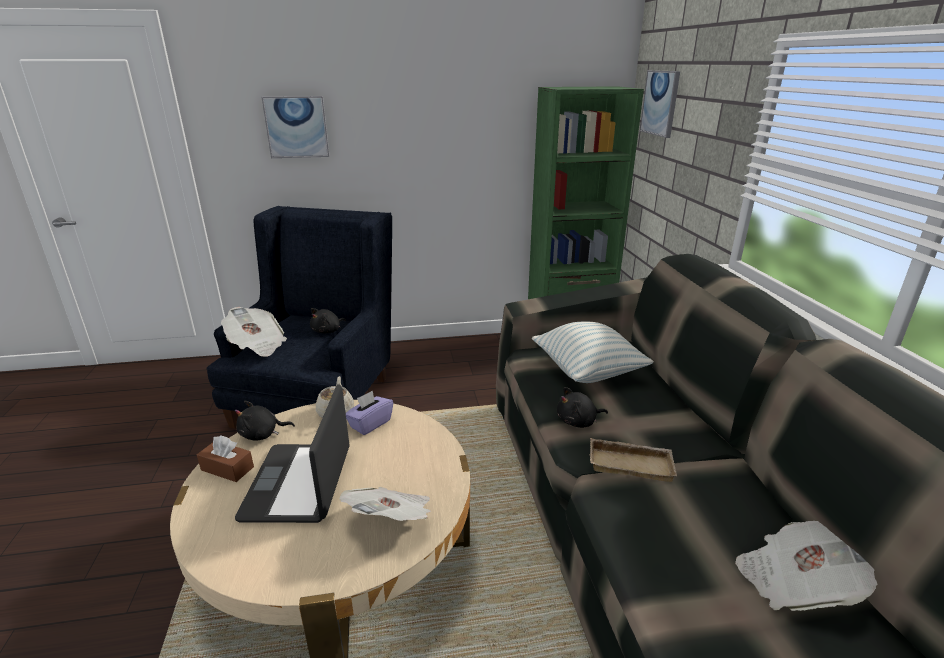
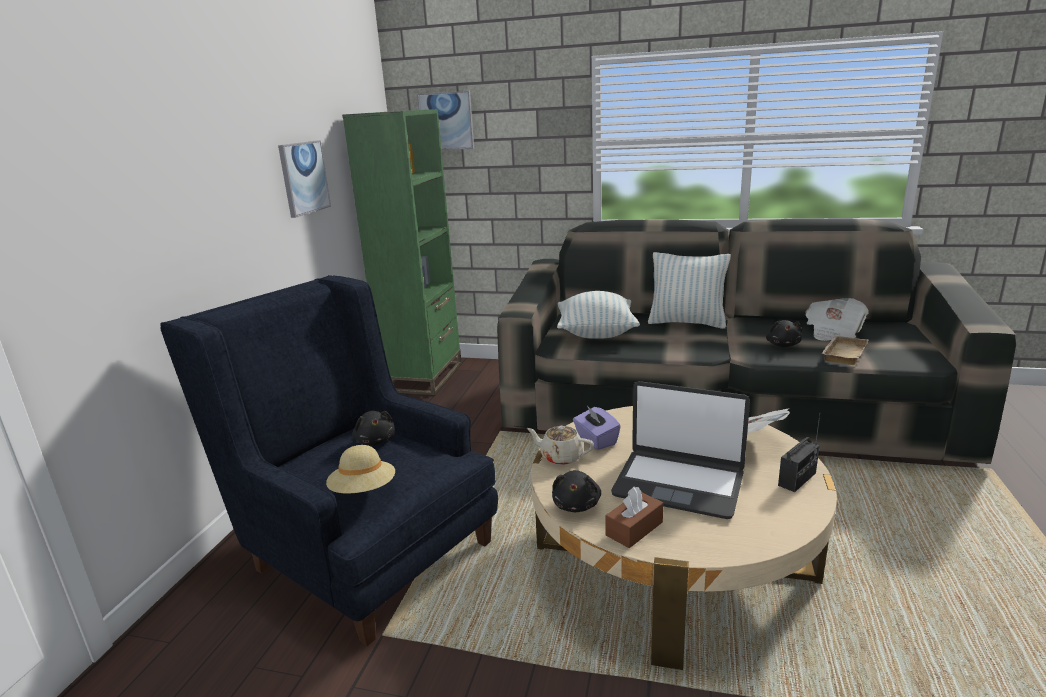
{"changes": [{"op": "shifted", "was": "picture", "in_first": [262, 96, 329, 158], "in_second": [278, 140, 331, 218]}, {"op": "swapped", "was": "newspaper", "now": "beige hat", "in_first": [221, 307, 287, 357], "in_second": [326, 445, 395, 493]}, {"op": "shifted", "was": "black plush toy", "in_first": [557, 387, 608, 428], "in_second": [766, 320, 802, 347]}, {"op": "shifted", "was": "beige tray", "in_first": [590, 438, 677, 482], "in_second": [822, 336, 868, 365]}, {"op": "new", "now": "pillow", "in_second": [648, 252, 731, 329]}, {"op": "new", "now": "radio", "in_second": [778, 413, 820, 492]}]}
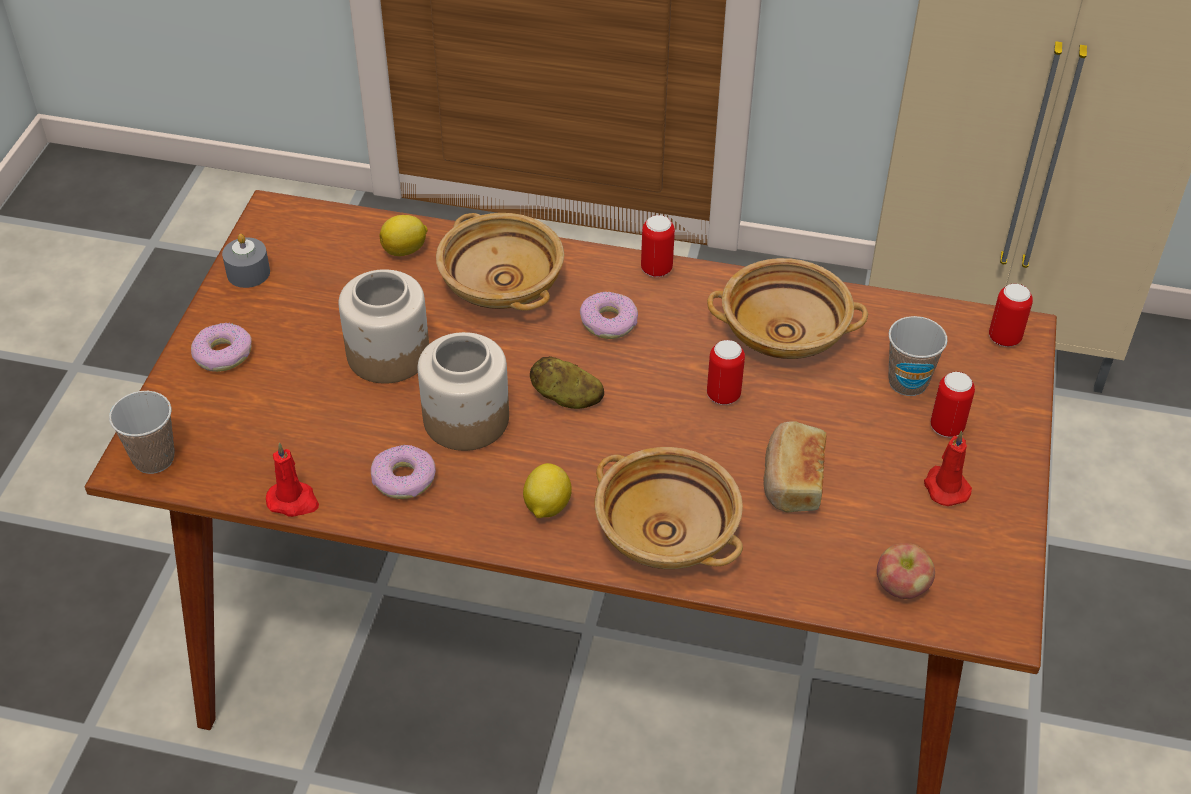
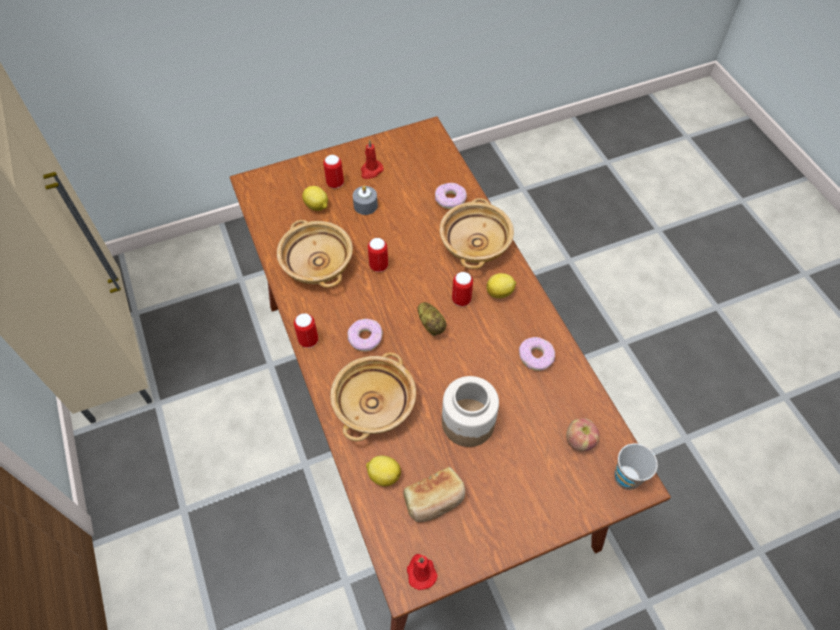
{"changes": [{"op": "shifted", "was": "grey candle", "in_first": [222, 234, 270, 288], "in_second": [353, 186, 378, 215]}, {"op": "shifted", "was": "can", "in_first": [989, 284, 1033, 347], "in_second": [452, 272, 473, 306]}, {"op": "swapped", "was": "cup", "now": "lemon", "in_first": [888, 316, 948, 396], "in_second": [302, 186, 328, 211]}, {"op": "shifted", "was": "donut", "in_first": [191, 323, 252, 372], "in_second": [435, 183, 467, 209]}, {"op": "gone", "was": "jar", "in_first": [418, 332, 509, 451]}, {"op": "shifted", "was": "bread", "in_first": [763, 421, 826, 512], "in_second": [403, 467, 465, 522]}, {"op": "shifted", "was": "red candle", "in_first": [266, 443, 319, 517], "in_second": [407, 554, 438, 590]}, {"op": "shifted", "was": "apple", "in_first": [877, 543, 935, 599], "in_second": [566, 418, 600, 452]}]}
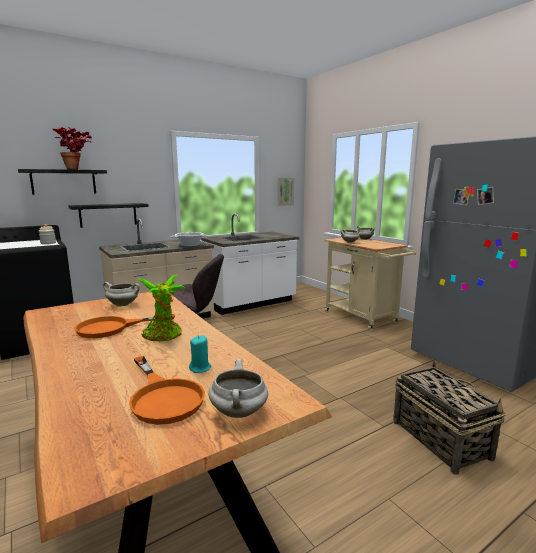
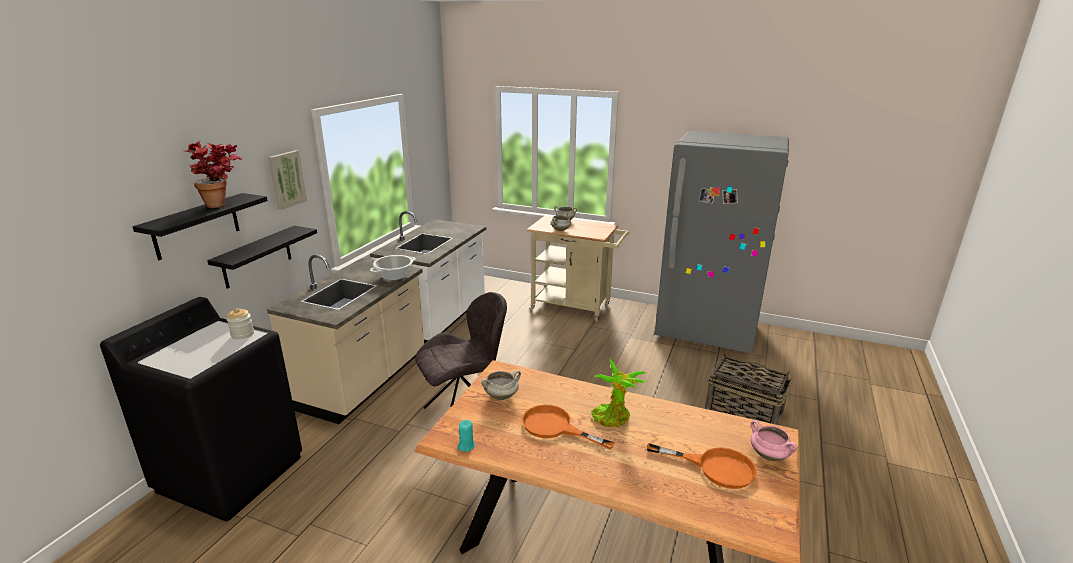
{"changes": [{"op": "shifted", "was": "picture", "in_first": [278, 178, 294, 206], "in_second": [268, 150, 307, 210]}, {"op": "rotated", "was": "orange frying pan", "in_first": [74, 314, 175, 338], "in_second": [522, 405, 615, 449], "clockwise": 90}, {"op": "shifted", "was": "turquoise candle", "in_first": [189, 335, 211, 373], "in_second": [458, 420, 475, 452]}, {"op": "repainted", "was": "white cooking pot", "now": "pink cooking pot", "in_first": [209, 359, 268, 418], "in_second": [751, 420, 797, 461]}]}
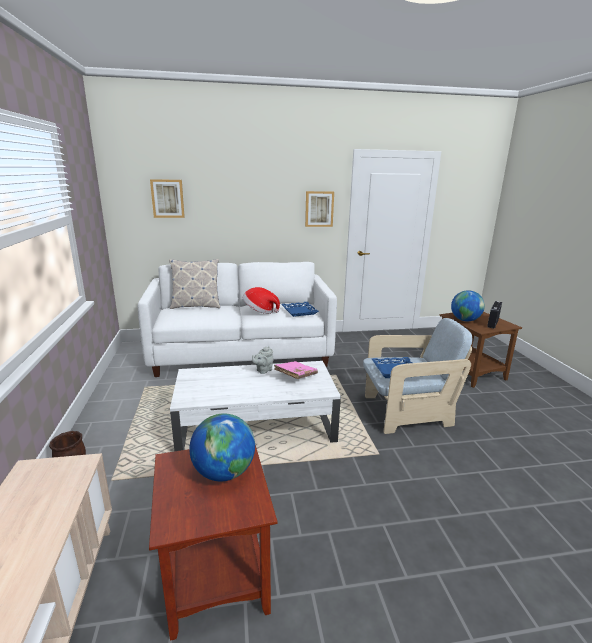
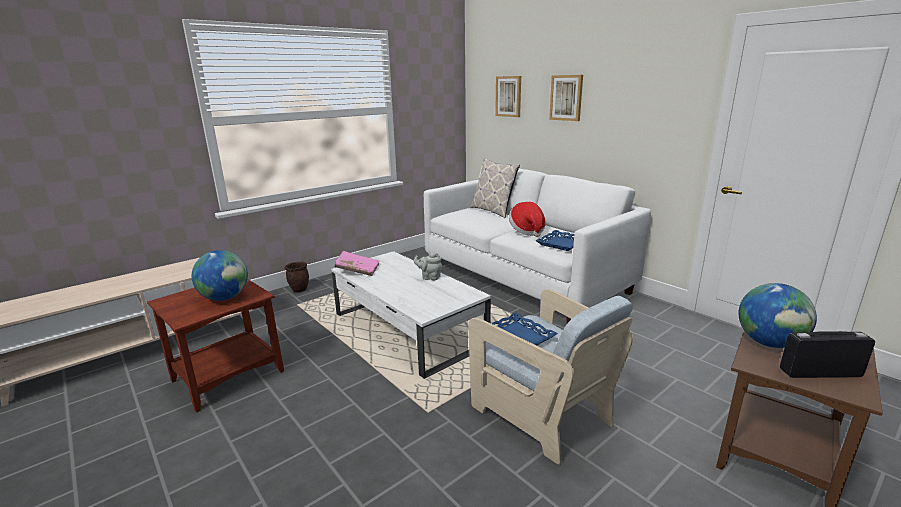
{"changes": [{"op": "shifted", "was": "picture", "in_first": [305, 191, 334, 227], "in_second": [549, 75, 583, 121]}, {"op": "shifted", "was": "pink book", "in_first": [274, 361, 318, 379], "in_second": [334, 251, 380, 276]}]}
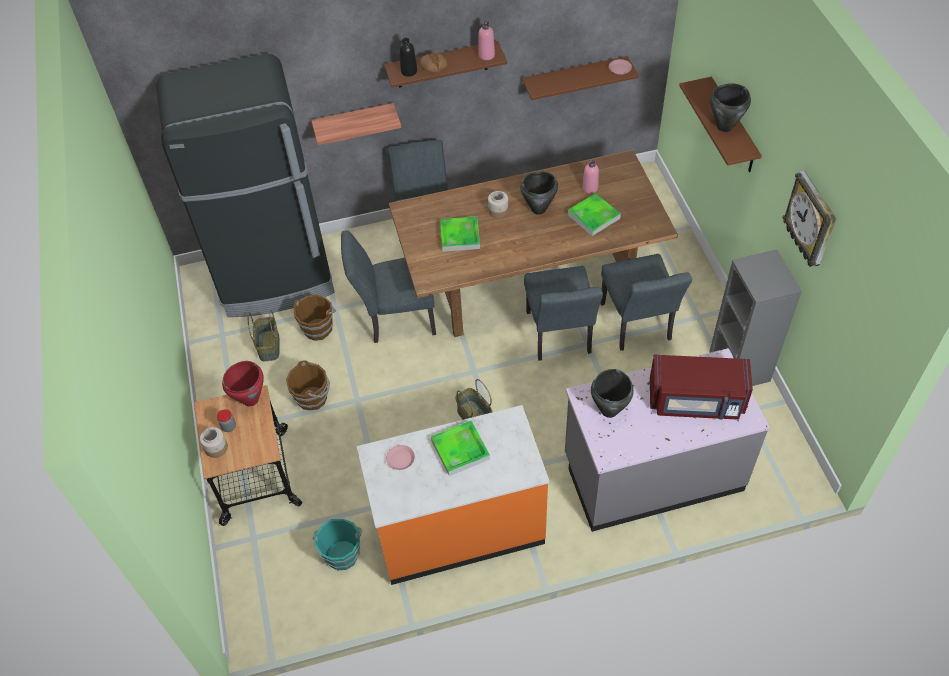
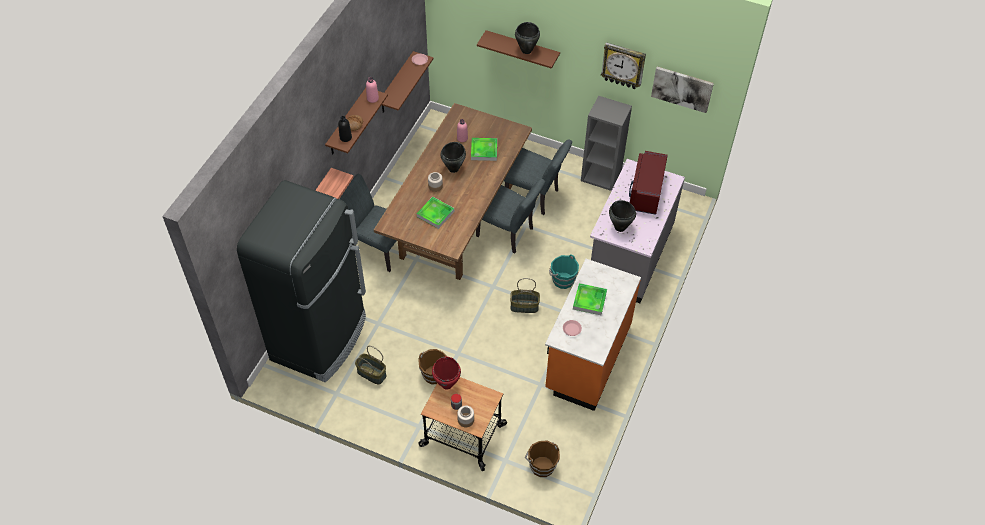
{"changes": [{"op": "gone", "was": "grey chair", "in_first": [341, 230, 436, 343]}, {"op": "shifted", "was": "brown bucket", "in_first": [293, 294, 336, 341], "in_second": [525, 440, 560, 477]}, {"op": "rotated", "was": "red microwave", "in_first": [650, 355, 753, 420], "in_second": [629, 151, 668, 215], "clockwise": 150}, {"op": "shifted", "was": "turquoise bucket", "in_first": [313, 519, 362, 570], "in_second": [549, 254, 579, 289]}, {"op": "new", "now": "picture", "in_second": [651, 67, 714, 113]}]}
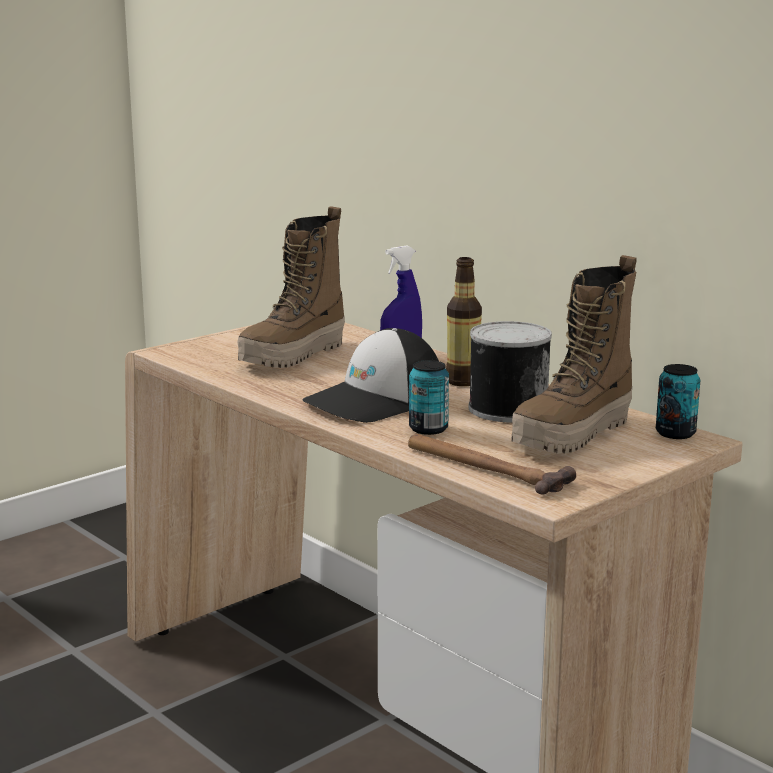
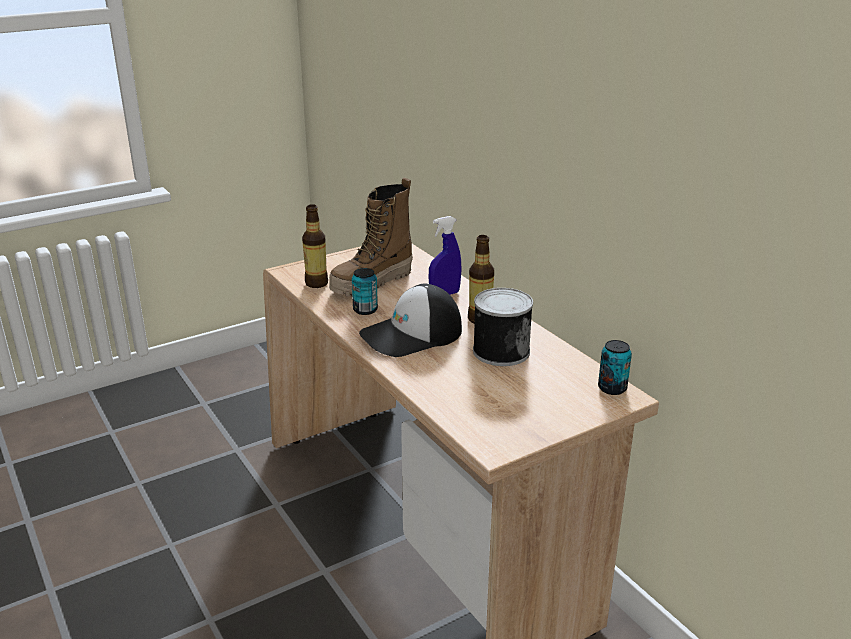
{"changes": [{"op": "gone", "was": "boot", "in_first": [511, 255, 636, 454]}, {"op": "shifted", "was": "can", "in_first": [409, 360, 449, 435], "in_second": [352, 268, 378, 315]}, {"op": "gone", "was": "hammer", "in_first": [408, 434, 576, 494]}, {"op": "new", "now": "bottle", "in_second": [302, 204, 328, 288]}]}
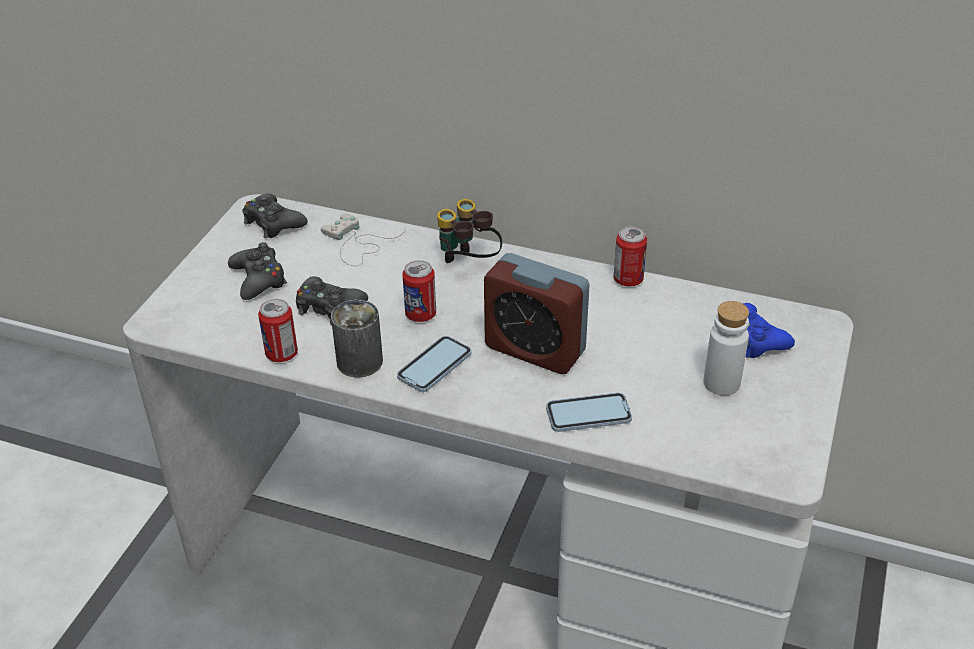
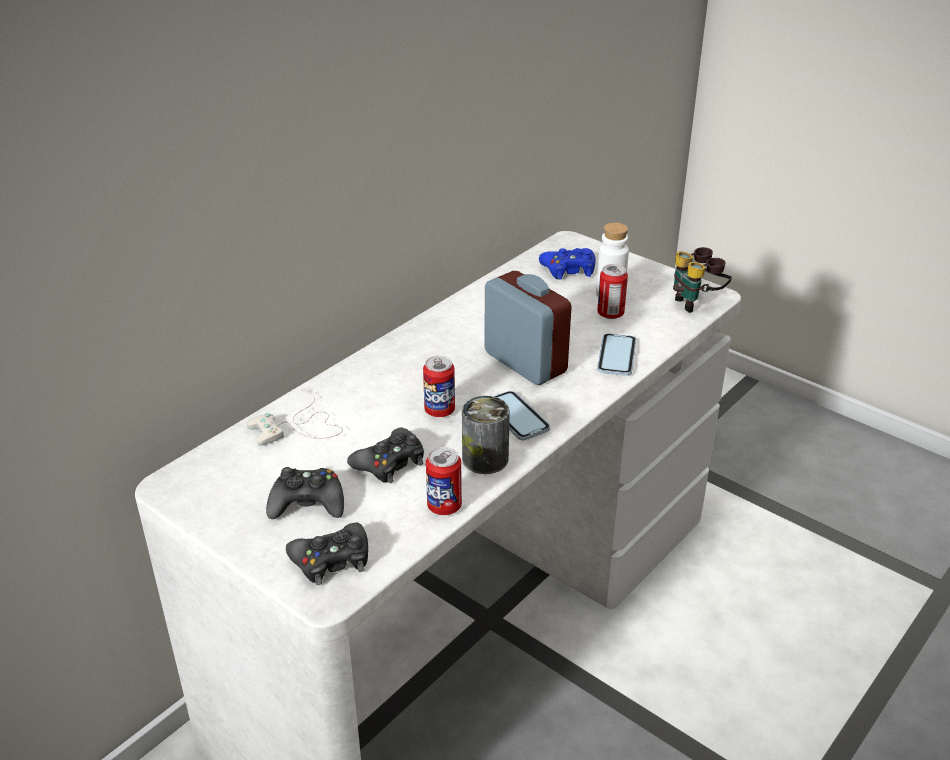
{"changes": [{"op": "shifted", "was": "black game controller", "in_first": [243, 193, 308, 238], "in_second": [286, 523, 368, 585]}, {"op": "shifted", "was": "binoculars", "in_first": [437, 199, 502, 263], "in_second": [673, 247, 732, 313]}, {"op": "shifted", "was": "can", "in_first": [614, 226, 647, 286], "in_second": [597, 264, 628, 319]}, {"op": "rotated", "was": "alarm clock", "in_first": [484, 253, 590, 374], "in_second": [484, 271, 571, 385], "clockwise": -90}]}
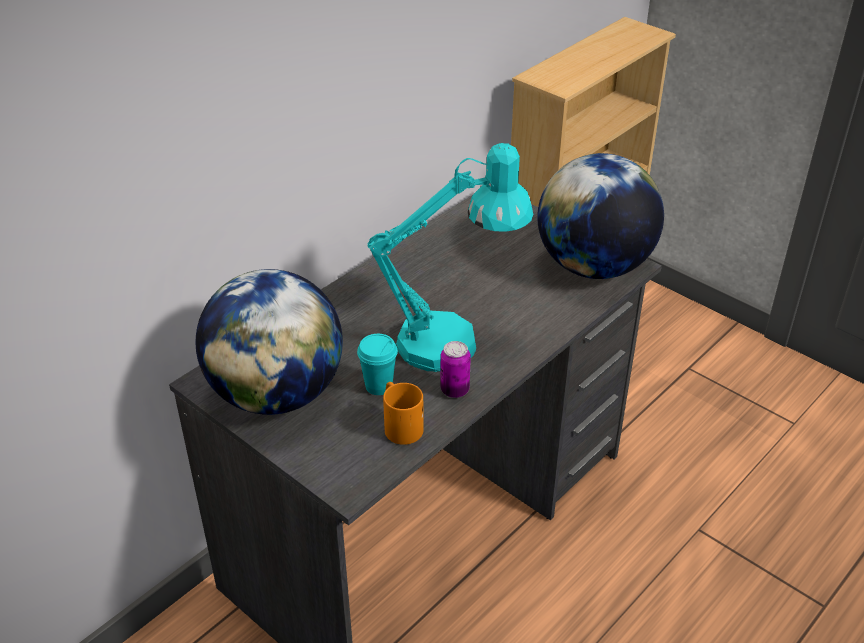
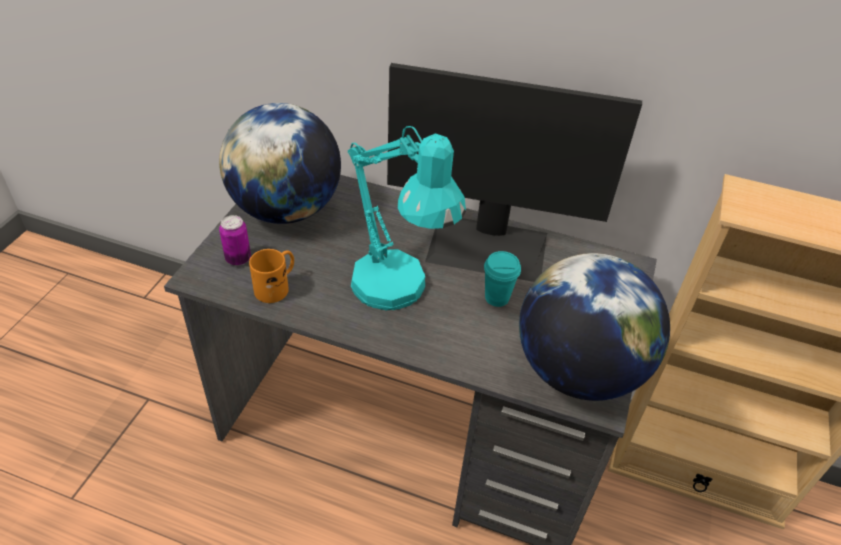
{"changes": [{"op": "shifted", "was": "turquoise cup", "in_first": [357, 334, 398, 395], "in_second": [484, 251, 521, 307]}, {"op": "shifted", "was": "can", "in_first": [440, 341, 471, 398], "in_second": [219, 215, 251, 266]}, {"op": "new", "now": "monitor", "in_second": [387, 63, 642, 282]}]}
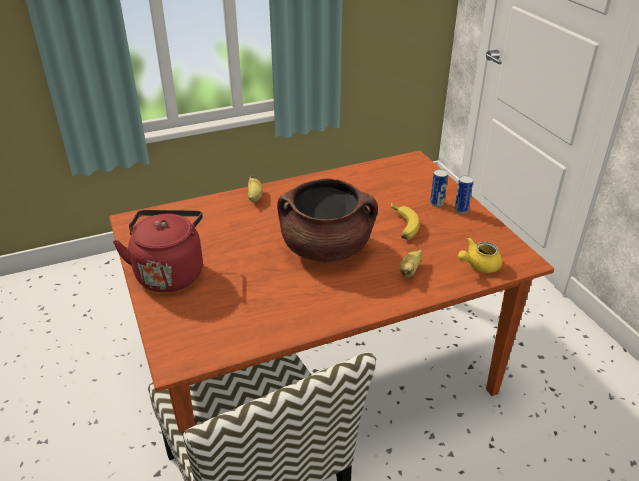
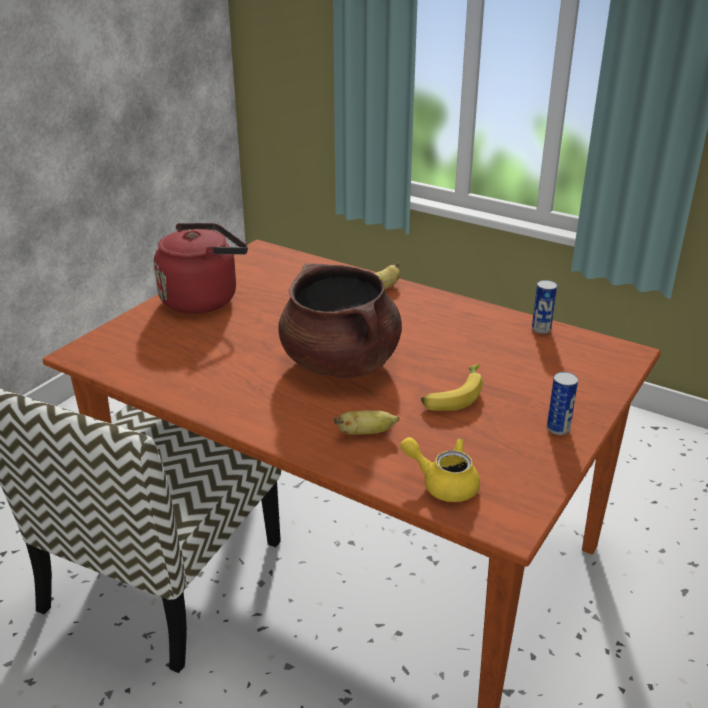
{"changes": [{"op": "shifted", "was": "can", "in_first": [430, 169, 448, 207], "in_second": [532, 280, 557, 334]}]}
